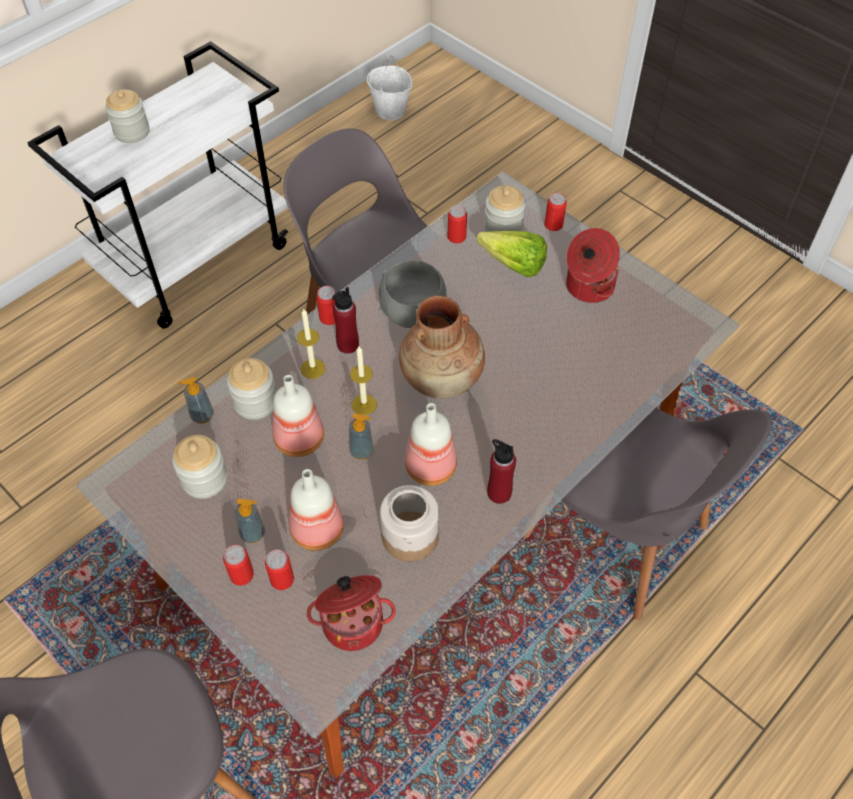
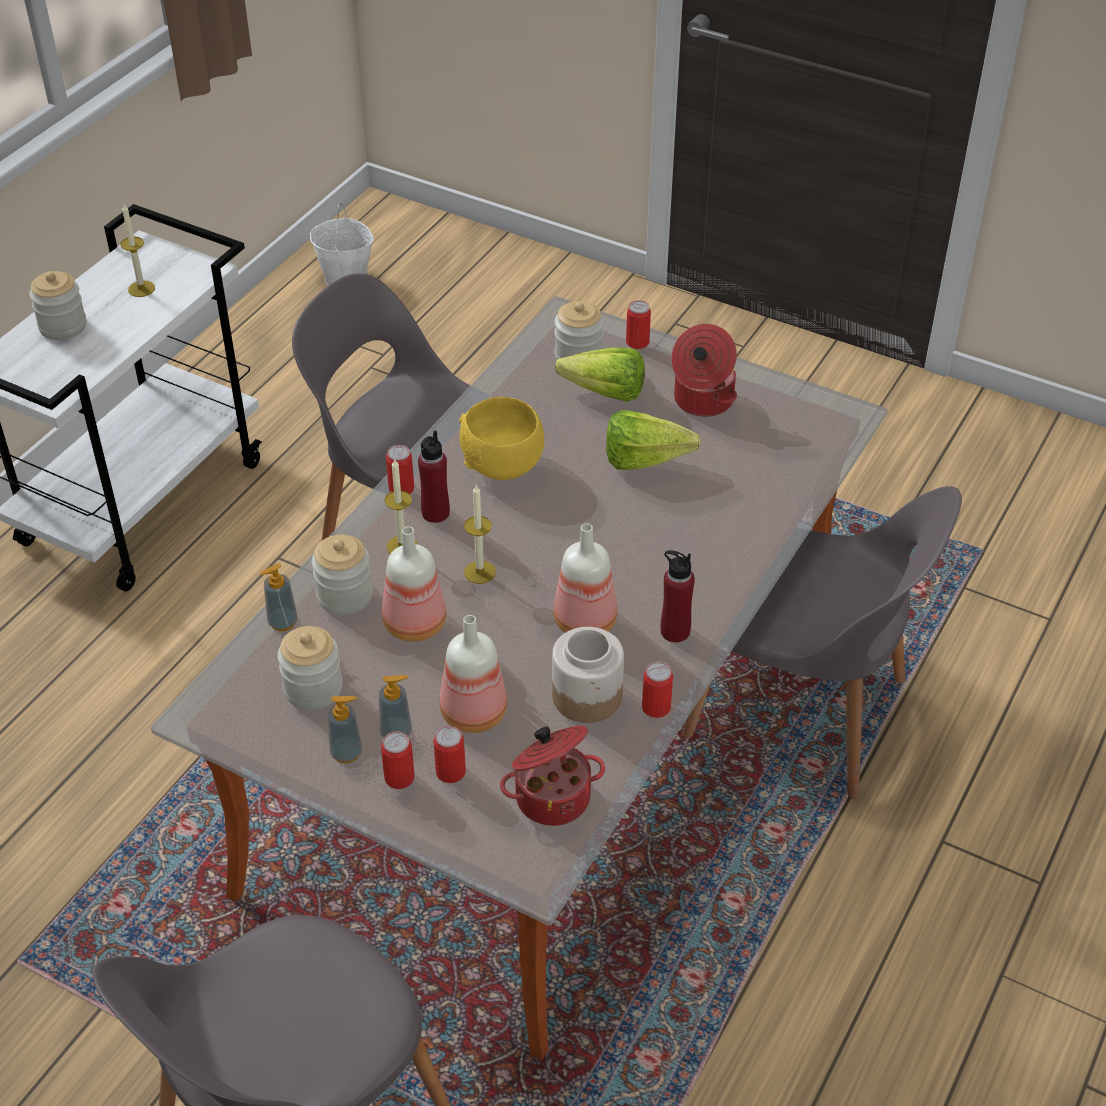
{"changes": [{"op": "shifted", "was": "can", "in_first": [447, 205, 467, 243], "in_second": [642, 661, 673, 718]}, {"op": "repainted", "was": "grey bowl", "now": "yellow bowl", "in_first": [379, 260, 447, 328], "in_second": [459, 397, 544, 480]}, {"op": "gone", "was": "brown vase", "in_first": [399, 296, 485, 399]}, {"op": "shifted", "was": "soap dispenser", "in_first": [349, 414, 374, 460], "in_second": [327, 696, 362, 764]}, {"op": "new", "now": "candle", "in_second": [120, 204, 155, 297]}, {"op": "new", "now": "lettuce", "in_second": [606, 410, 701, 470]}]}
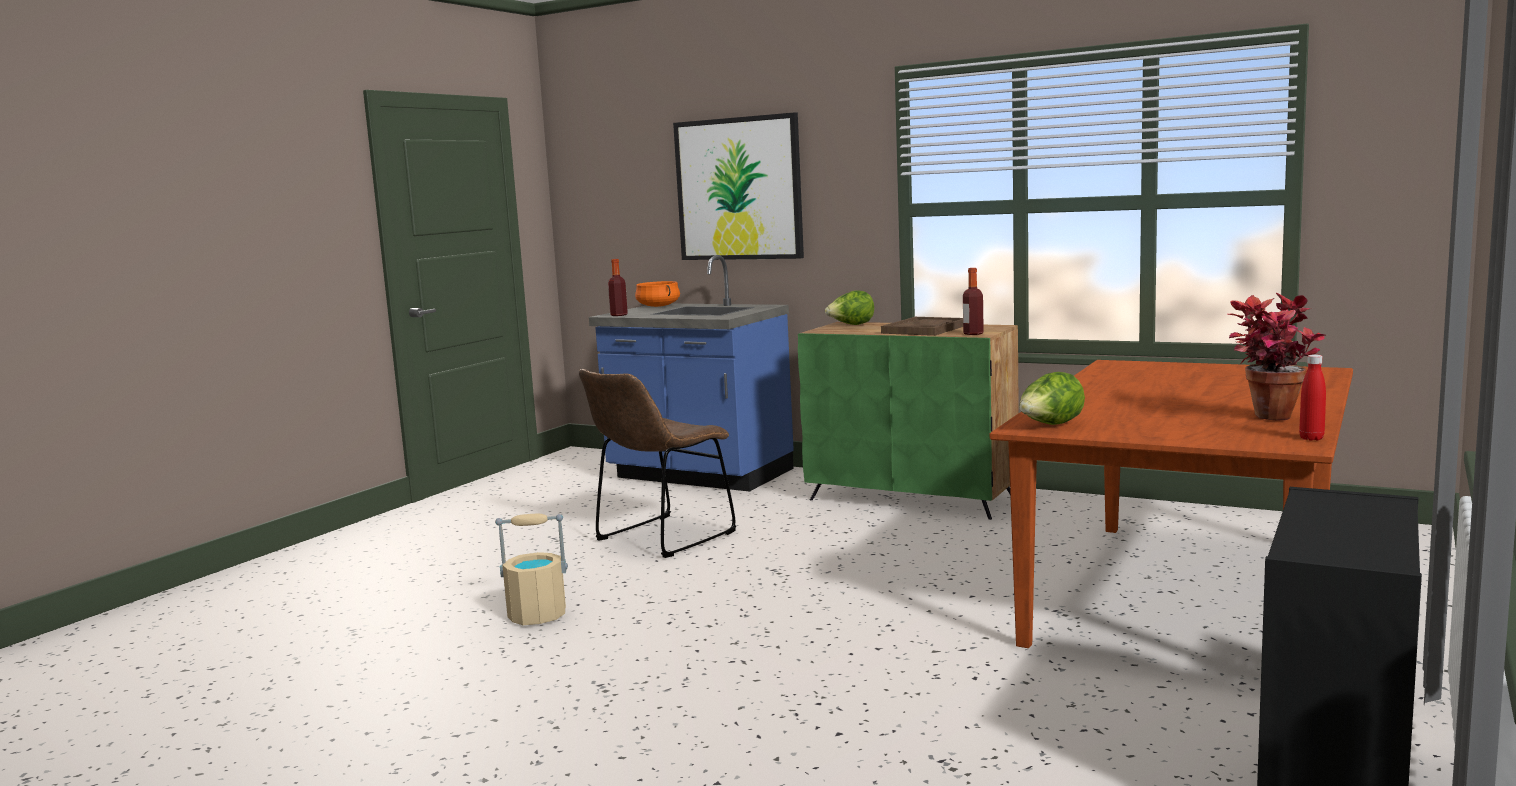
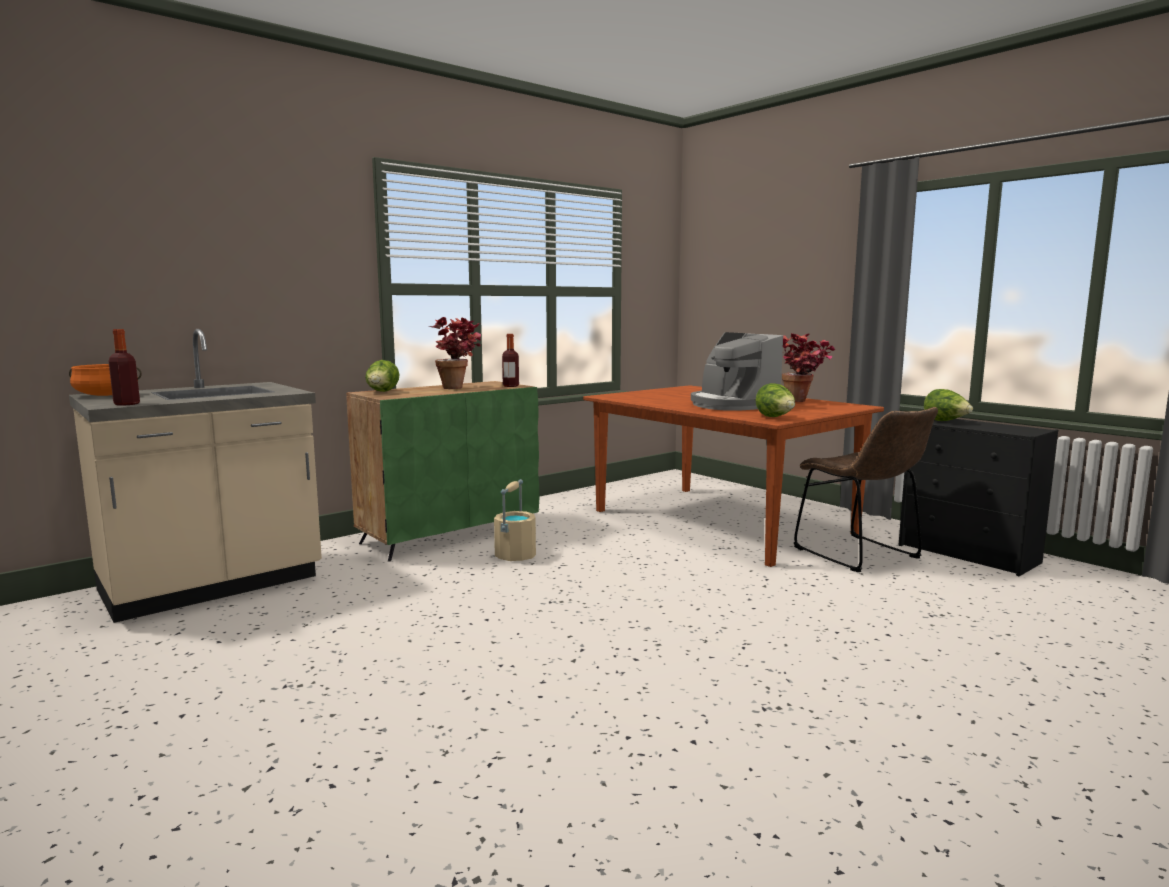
{"changes": [{"op": "gone", "was": "picture", "in_first": [673, 112, 804, 260]}, {"op": "repainted", "was": "blue counter", "now": "beige counter", "in_first": [589, 255, 794, 492], "in_second": [69, 329, 322, 623]}, {"op": "swapped", "was": "brown tray", "now": "potted plant", "in_first": [881, 317, 963, 336], "in_second": [429, 317, 481, 389]}, {"op": "gone", "was": "red bottle", "in_first": [1299, 354, 1326, 441]}, {"op": "shifted", "was": "brown chair", "in_first": [579, 369, 736, 558], "in_second": [794, 407, 938, 572]}, {"op": "shifted", "was": "beige bucket", "in_first": [495, 514, 568, 625], "in_second": [494, 479, 536, 561]}, {"op": "new", "now": "coffee machine", "in_second": [691, 332, 783, 411]}, {"op": "new", "now": "lettuce", "in_second": [924, 389, 973, 421]}]}
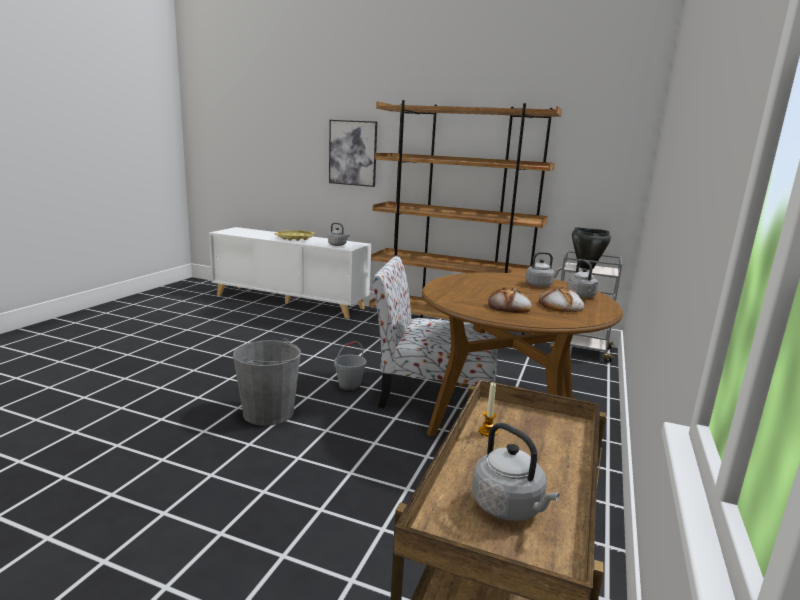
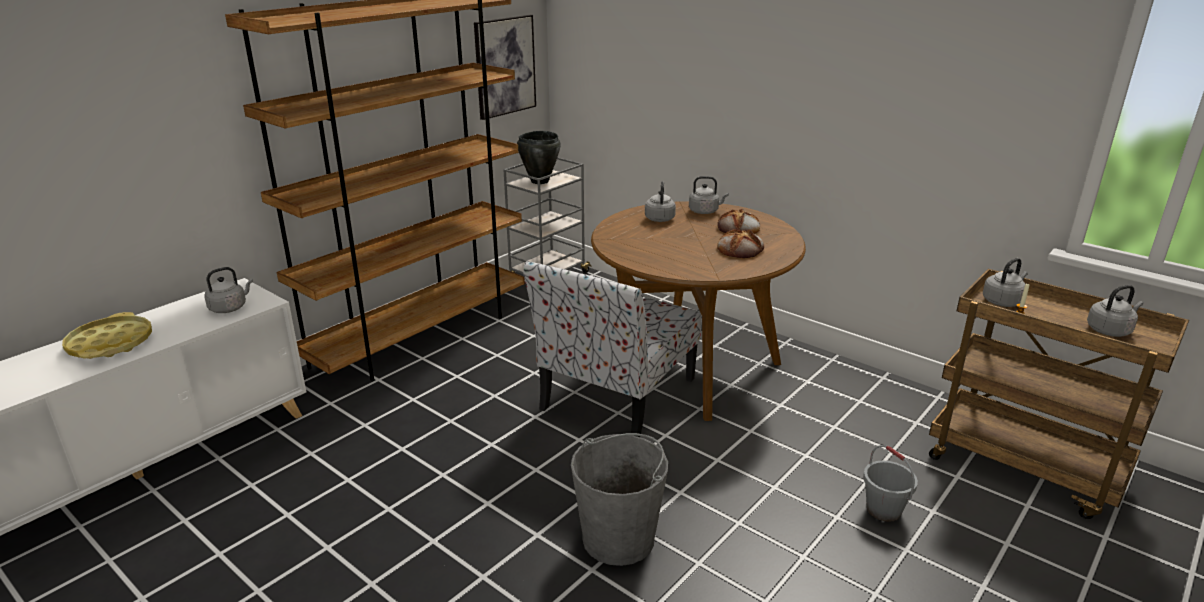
{"changes": [{"op": "shifted", "was": "picture", "in_first": [329, 120, 377, 187], "in_second": [474, 15, 536, 120]}, {"op": "shifted", "was": "grey bucket", "in_first": [334, 341, 367, 391], "in_second": [863, 445, 918, 522]}, {"op": "new", "now": "grey kettle", "in_second": [983, 258, 1028, 307]}]}
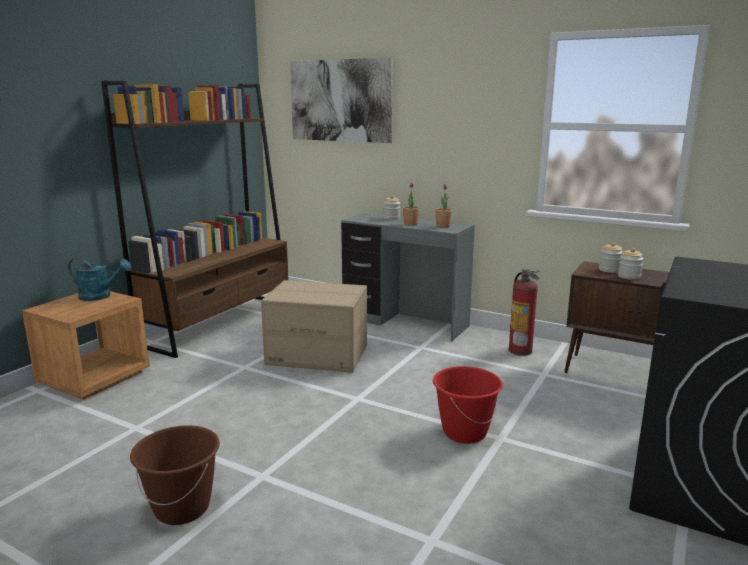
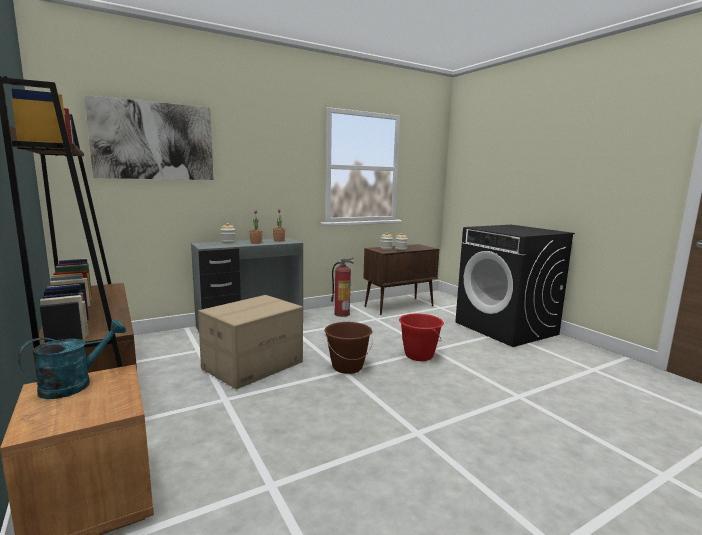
{"changes": [{"op": "shifted", "was": "brown bucket", "in_first": [130, 425, 220, 525], "in_second": [324, 322, 373, 374]}]}
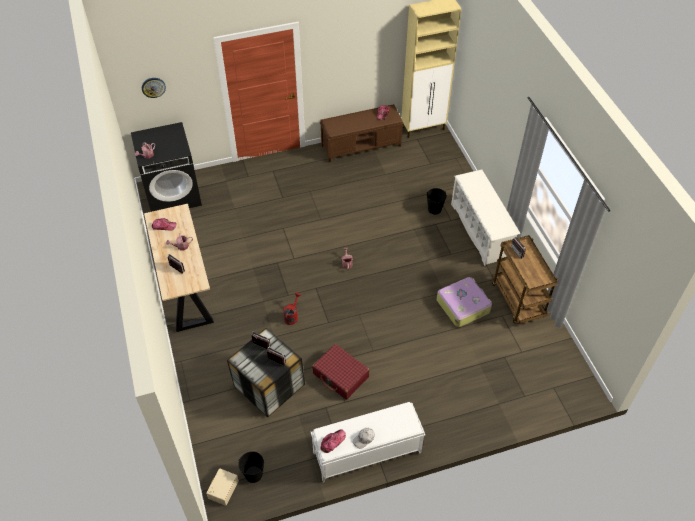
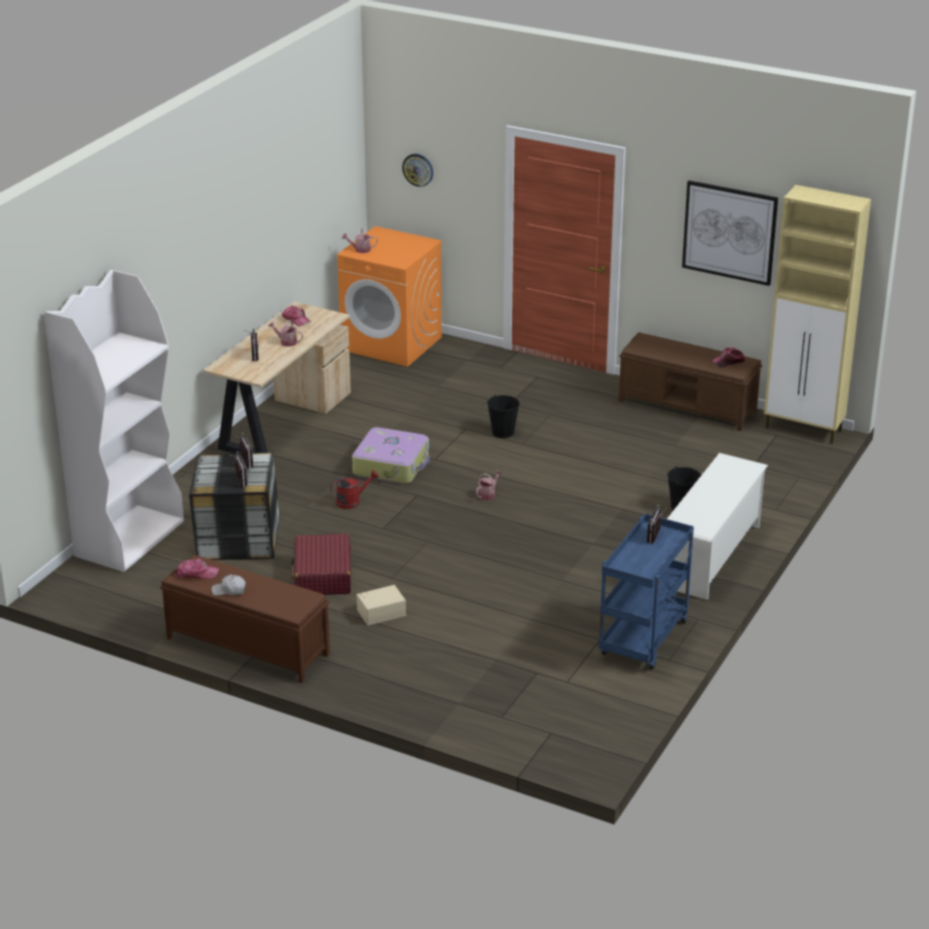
{"changes": [{"op": "repainted", "was": "black washing machine", "now": "orange washing machine", "in_first": [131, 122, 202, 212], "in_second": [337, 226, 442, 367]}, {"op": "repainted", "was": "brown cart", "now": "blue cart", "in_first": [492, 235, 558, 324], "in_second": [599, 513, 694, 669]}, {"op": "shifted", "was": "suitcase", "in_first": [437, 277, 492, 327], "in_second": [352, 427, 430, 484]}, {"op": "repainted", "was": "white bench", "now": "brown bench", "in_first": [311, 402, 425, 483], "in_second": [160, 555, 330, 683]}, {"op": "shifted", "was": "black bucket", "in_first": [238, 451, 264, 483], "in_second": [487, 395, 520, 438]}, {"op": "shifted", "was": "beige storage box", "in_first": [206, 468, 239, 506], "in_second": [357, 585, 406, 625]}, {"op": "new", "now": "picture", "in_second": [682, 180, 778, 286]}, {"op": "new", "now": "white bookcase", "in_second": [44, 270, 184, 572]}]}
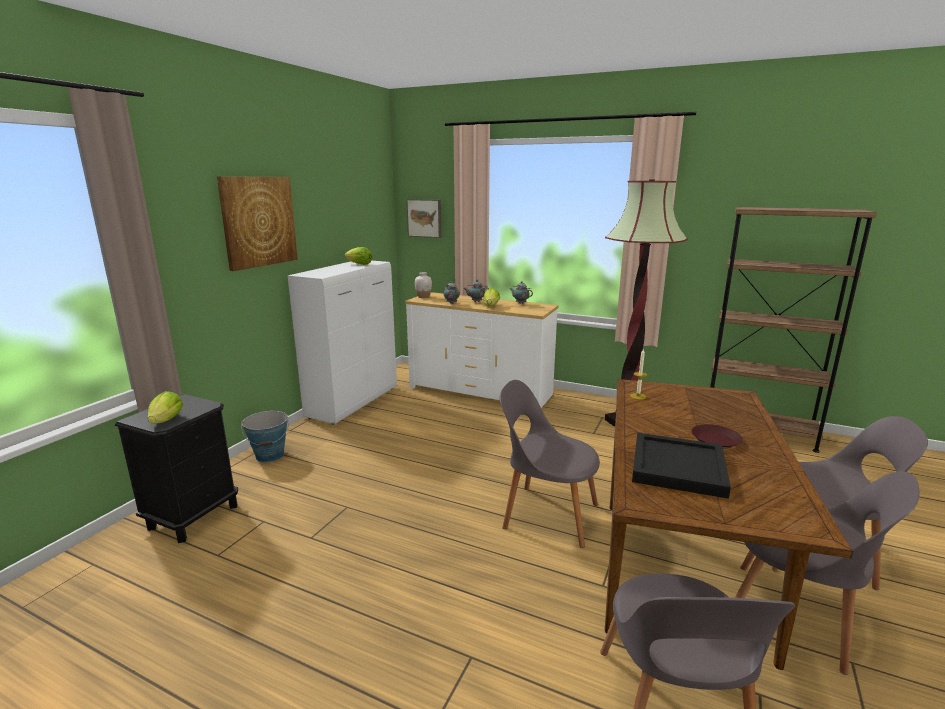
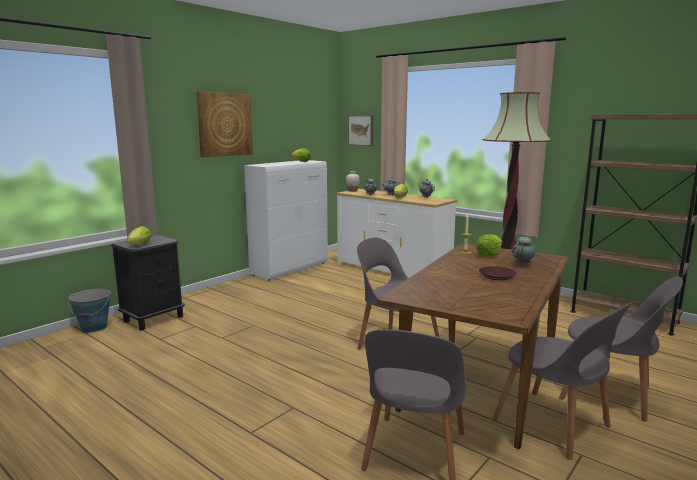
{"changes": [{"op": "shifted", "was": "bucket", "in_first": [241, 411, 289, 462], "in_second": [68, 289, 111, 333]}, {"op": "gone", "was": "black tray", "in_first": [632, 432, 731, 499]}, {"op": "new", "now": "lettuce", "in_second": [476, 234, 502, 257]}, {"op": "new", "now": "teapot", "in_second": [512, 234, 535, 265]}]}
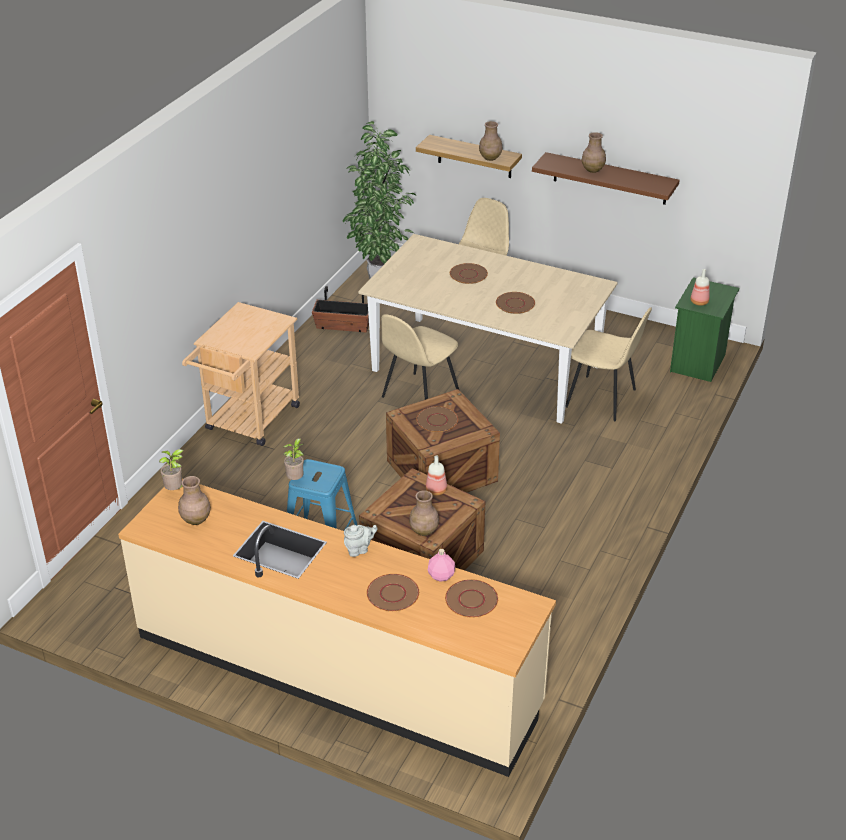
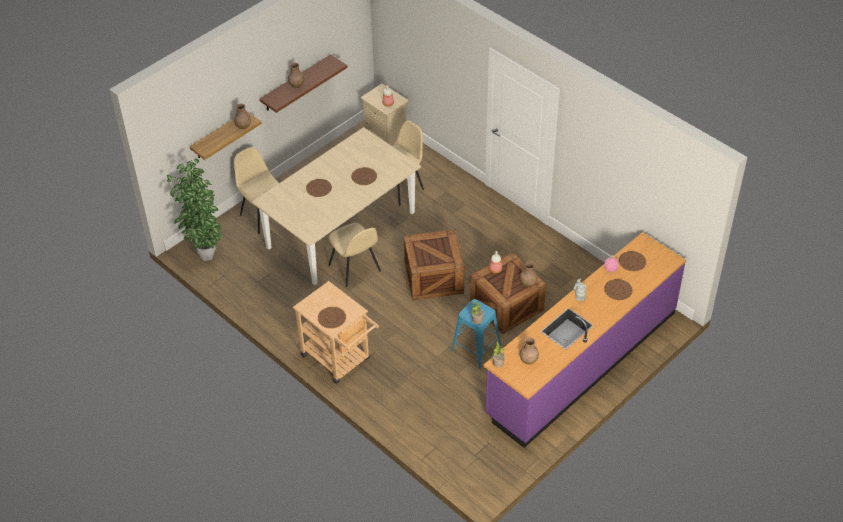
{"changes": [{"op": "repainted", "was": "green nightstand", "now": "beige nightstand", "in_first": [670, 277, 739, 382], "in_second": [360, 84, 409, 146]}, {"op": "gone", "was": "planter", "in_first": [312, 286, 369, 332]}, {"op": "shifted", "was": "brown plate", "in_first": [416, 406, 458, 432], "in_second": [318, 307, 346, 329]}, {"op": "repainted", "was": "beige counter", "now": "purple counter", "in_first": [118, 478, 556, 777], "in_second": [484, 232, 686, 448]}]}
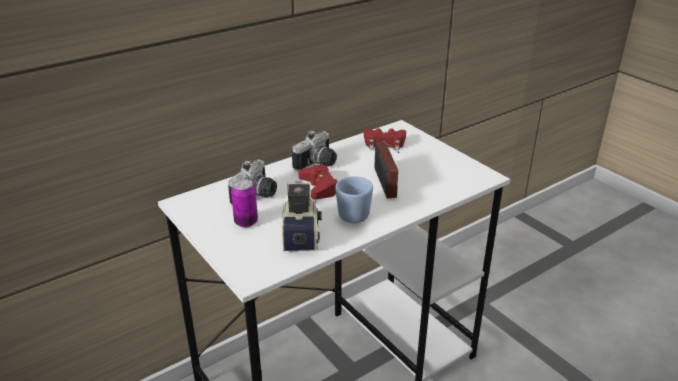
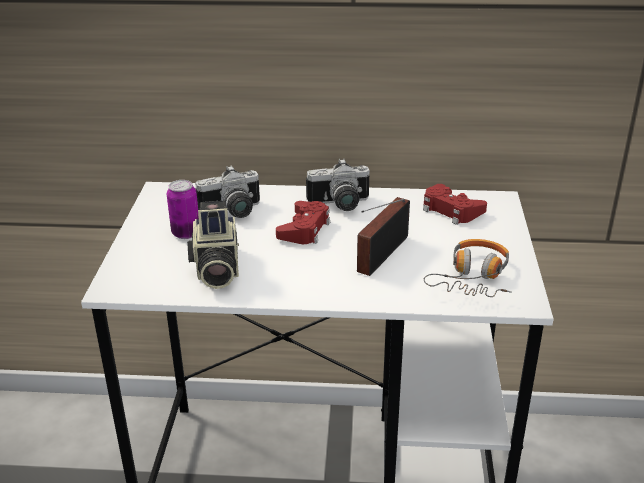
{"changes": [{"op": "gone", "was": "blue mug", "in_first": [335, 176, 373, 223]}, {"op": "rotated", "was": "photo camera", "in_first": [282, 182, 322, 251], "in_second": [187, 201, 239, 289], "clockwise": 135}, {"op": "new", "now": "headphones", "in_second": [424, 239, 512, 297]}]}
